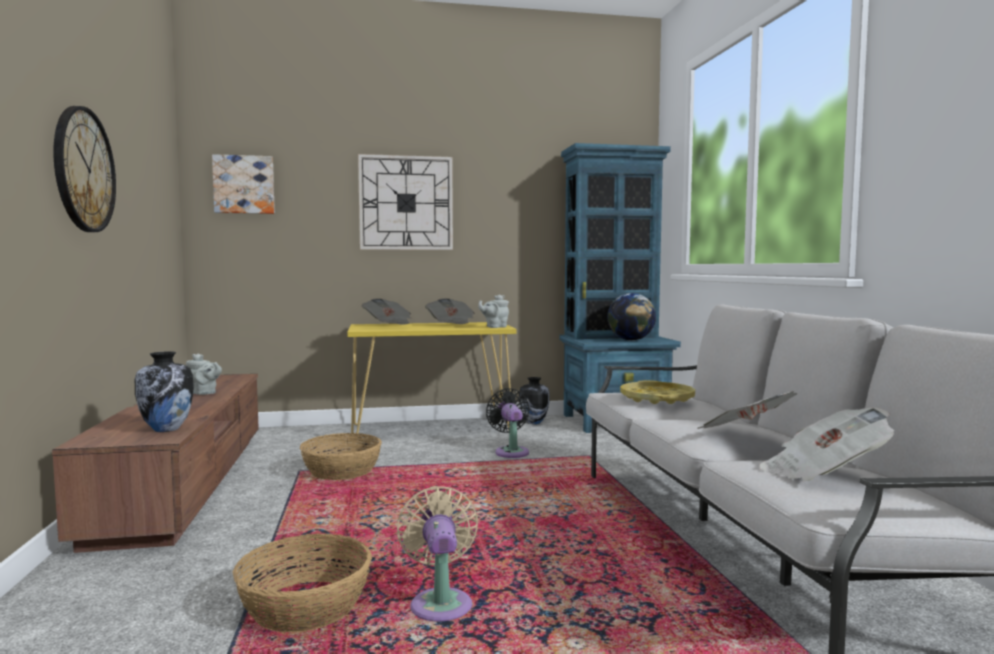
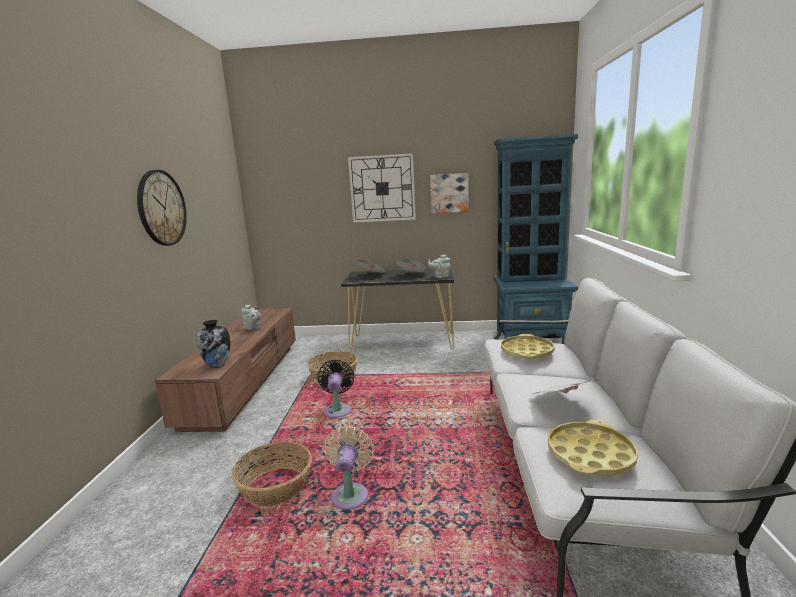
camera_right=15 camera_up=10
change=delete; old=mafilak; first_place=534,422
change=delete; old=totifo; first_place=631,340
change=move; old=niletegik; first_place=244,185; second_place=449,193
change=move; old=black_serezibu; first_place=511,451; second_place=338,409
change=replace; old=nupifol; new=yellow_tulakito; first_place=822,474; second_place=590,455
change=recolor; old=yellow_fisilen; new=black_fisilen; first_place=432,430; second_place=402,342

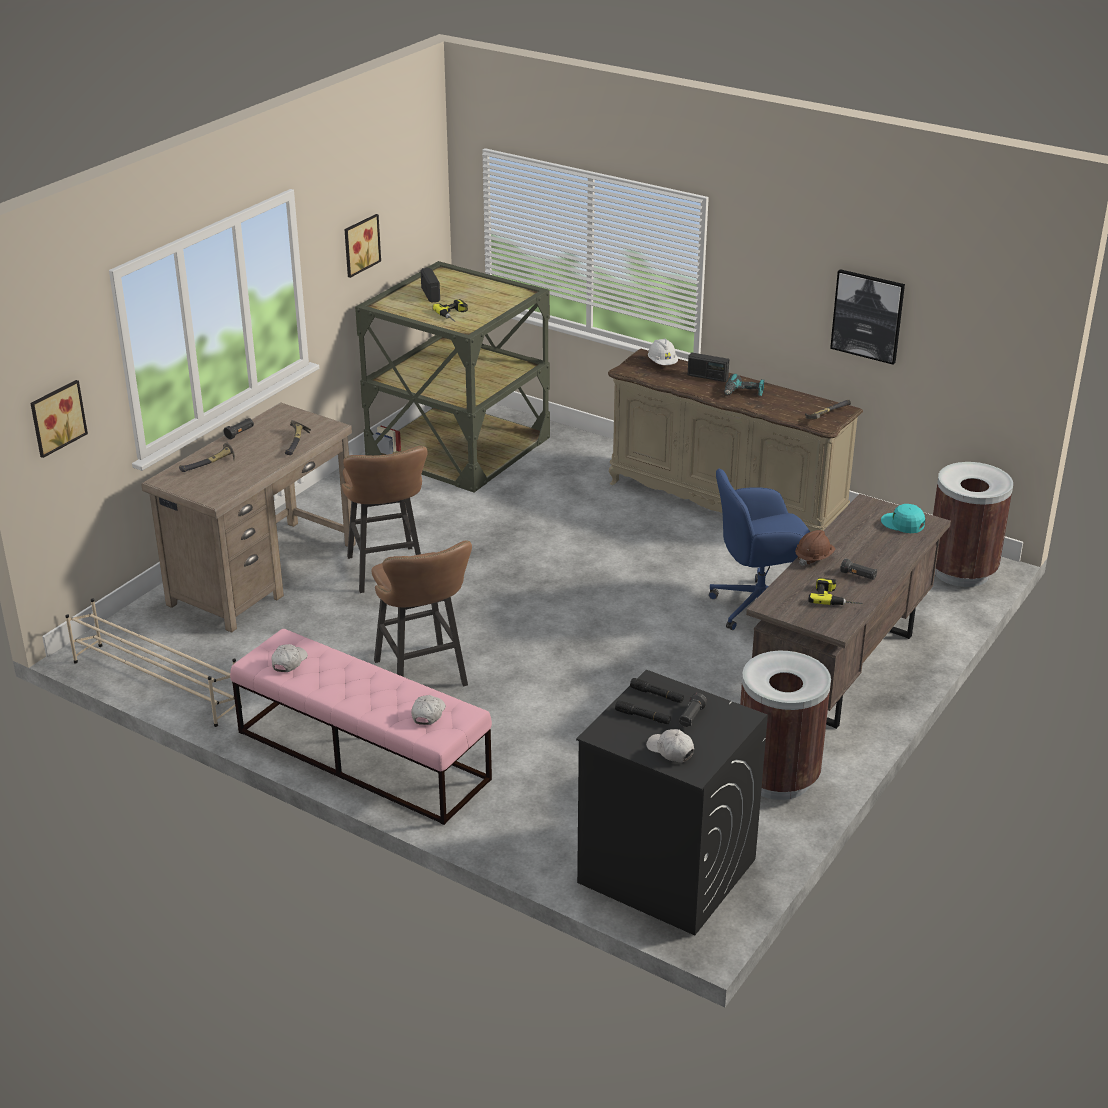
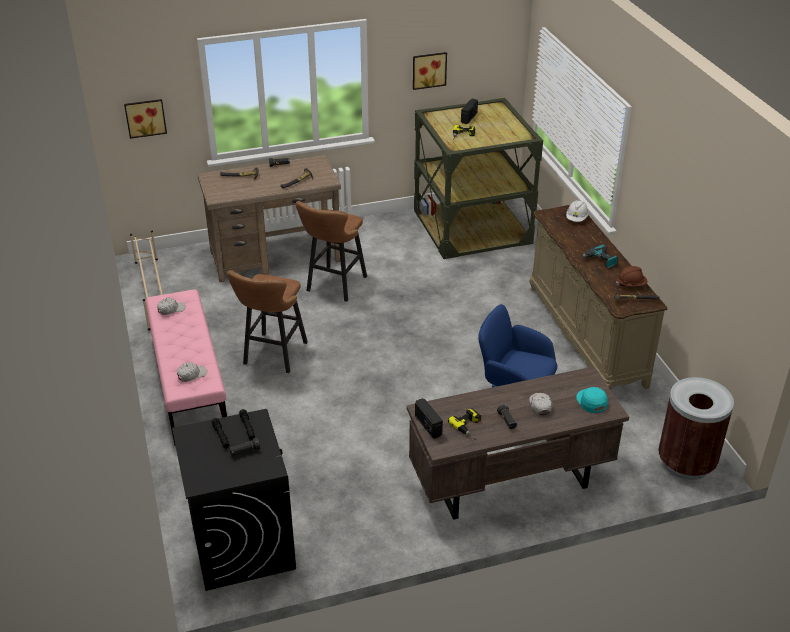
camera_right=40 camera_up=5
change=delete; old=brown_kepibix; first_place=777,778
change=delete; old=niletegik; first_place=868,316
change=move; old=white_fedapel; first_place=670,750; second_place=540,406
change=move; old=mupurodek; first_place=707,377; second_place=428,426
change=move; old=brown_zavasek; first_place=814,558; second_place=631,284

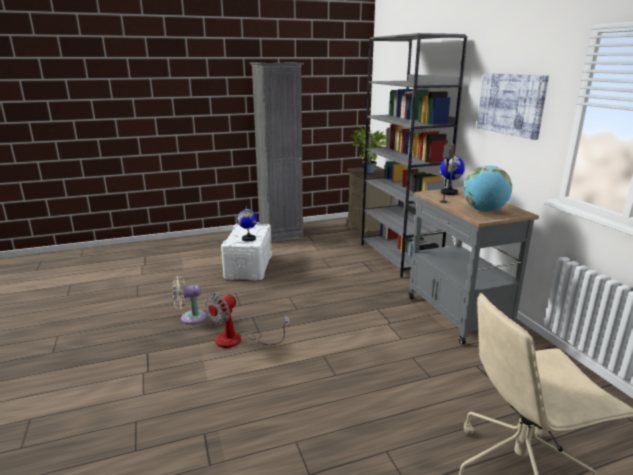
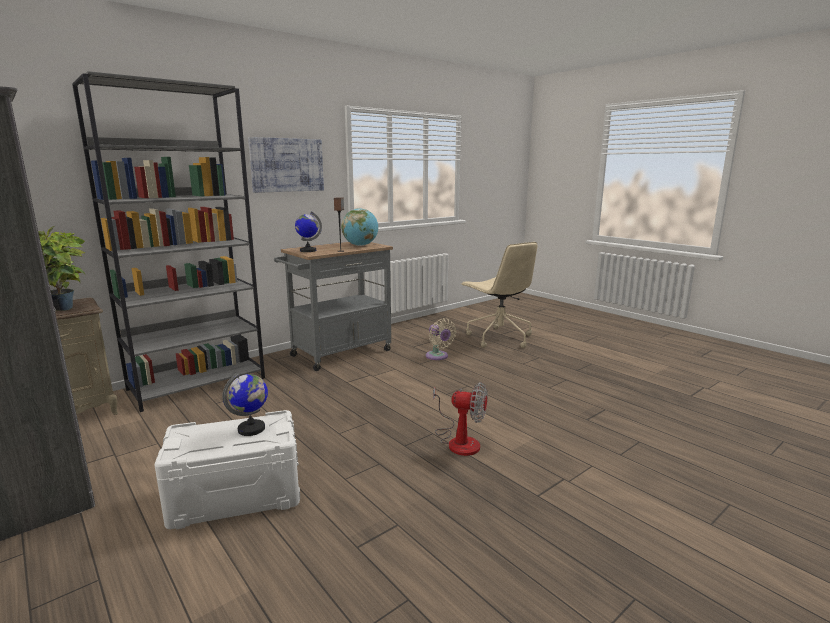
camera_right=-110 camera_up=-5
change=move; old=beige_serezibu; first_place=190,318; second_place=438,357

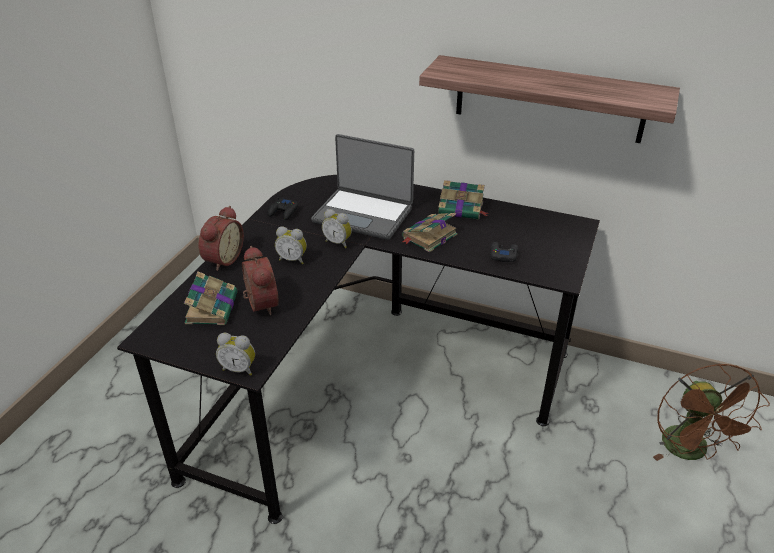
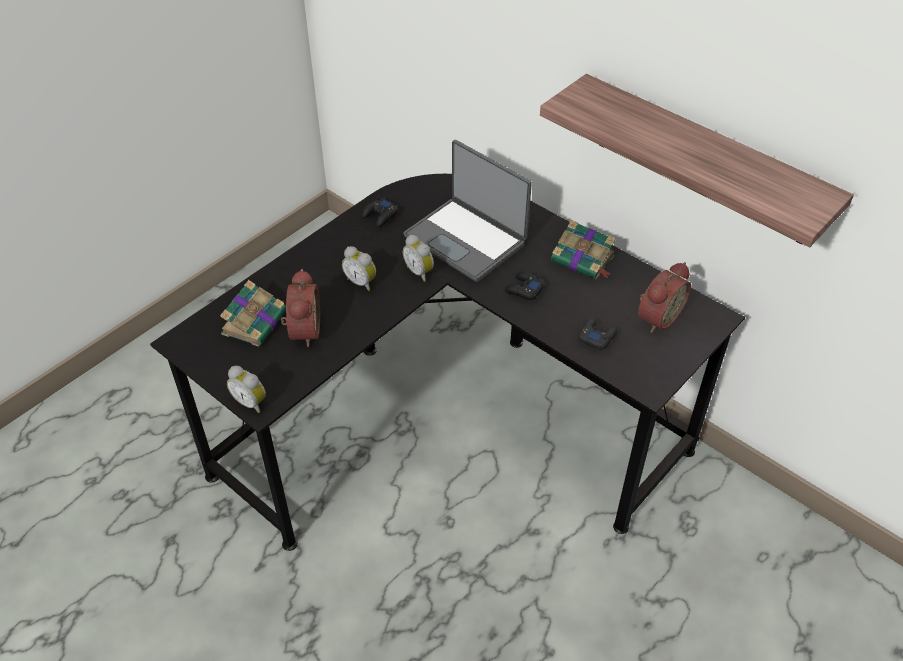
camera_right=20 camera_up=10
change=delete; old=brown_serezibu; first_place=690,452
change=move; old=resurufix; first_place=222,259; second_place=657,317
change=replace; old=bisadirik; new=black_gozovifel; first_place=428,237; second_place=524,289

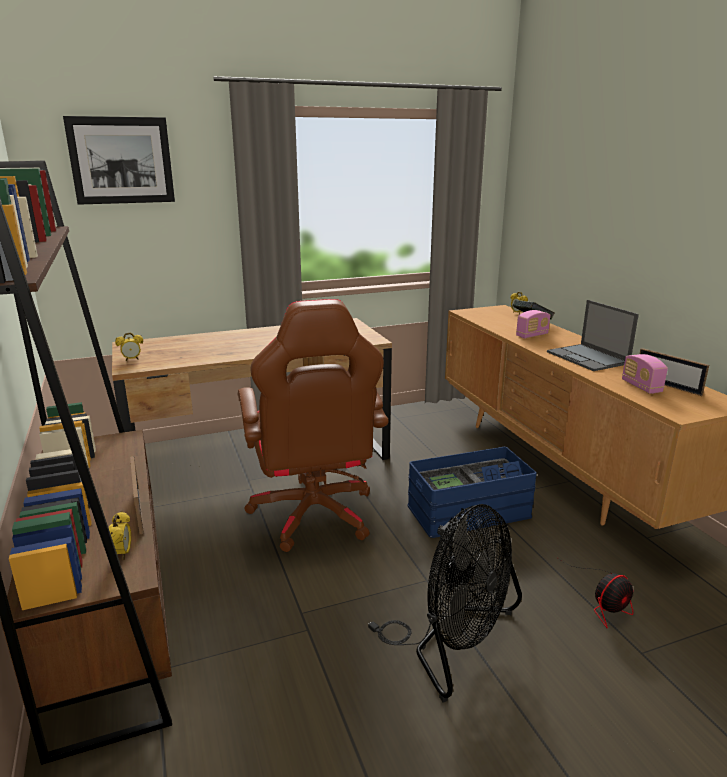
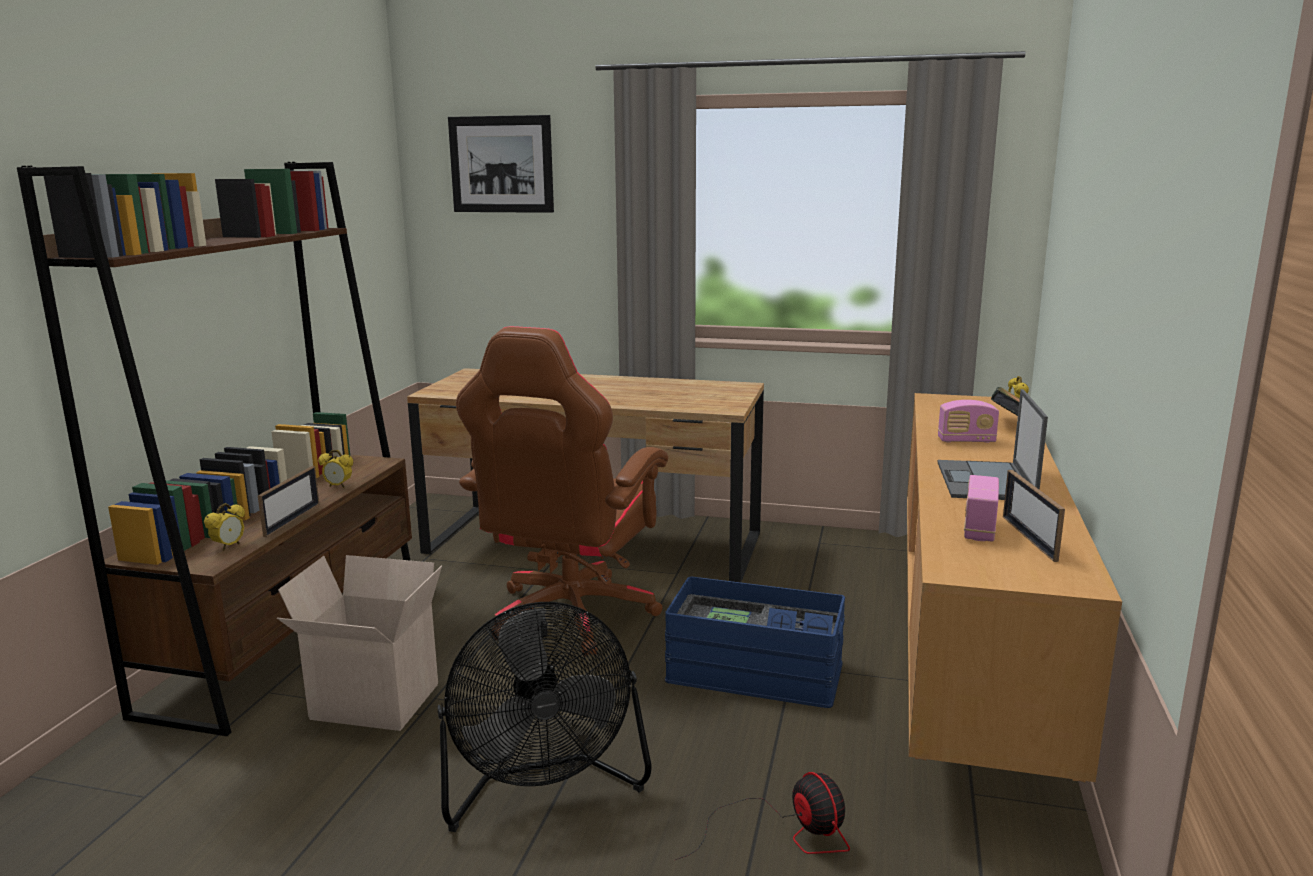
camera_right=35 camera_up=-5
change=insert; new=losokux; second_place=371,703
change=move; old=resurufix; first_place=132,359; second_place=338,486
change=rotate; old=serezibu; first_place=607,601; second_place=784,833; degrees=-120

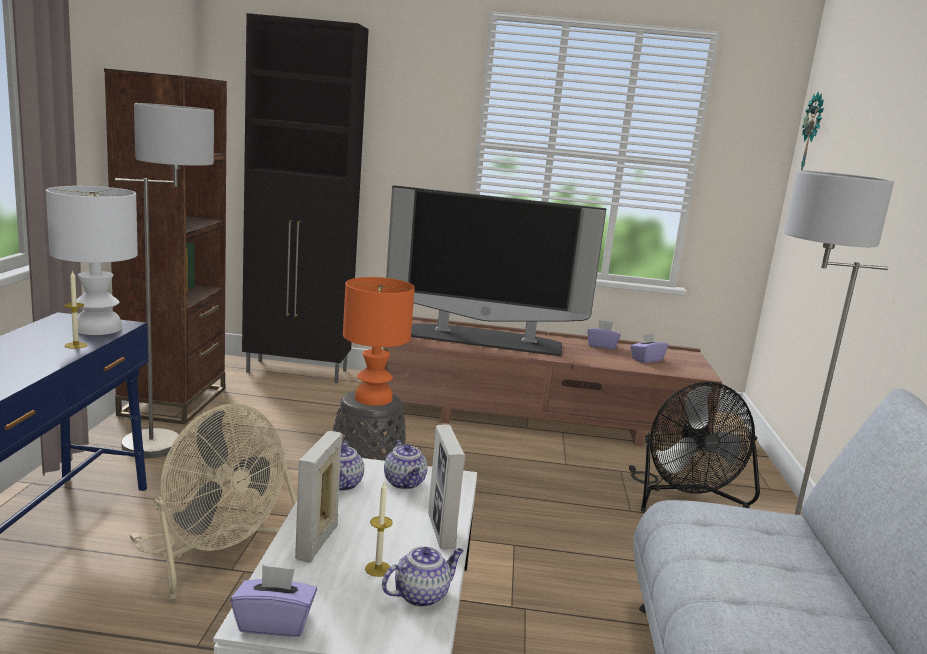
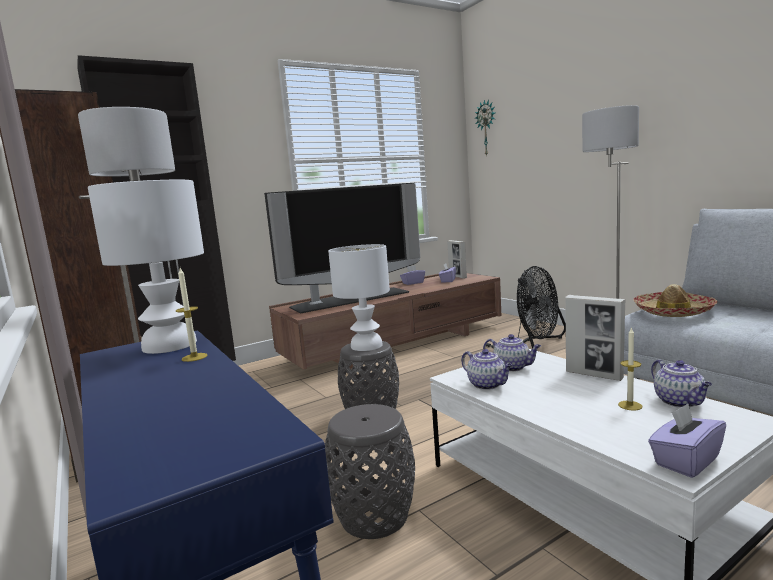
camera_right=-35 camera_up=-5
change=insert; new=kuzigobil; second_place=673,312
change=move; old=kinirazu; first_place=317,542; second_place=458,277
change=replace; old=beige_serezibu; new=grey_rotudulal; first_place=211,554; second_place=374,516
change=recolor; old=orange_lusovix; new=white_lusovix; first_place=372,398; second_place=366,346
change=rotate; old=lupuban; first_place=422,595; second_place=680,402; degrees=150

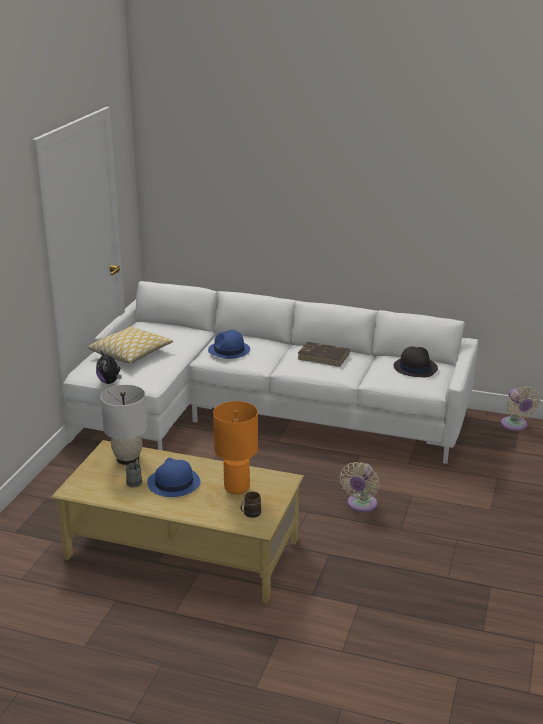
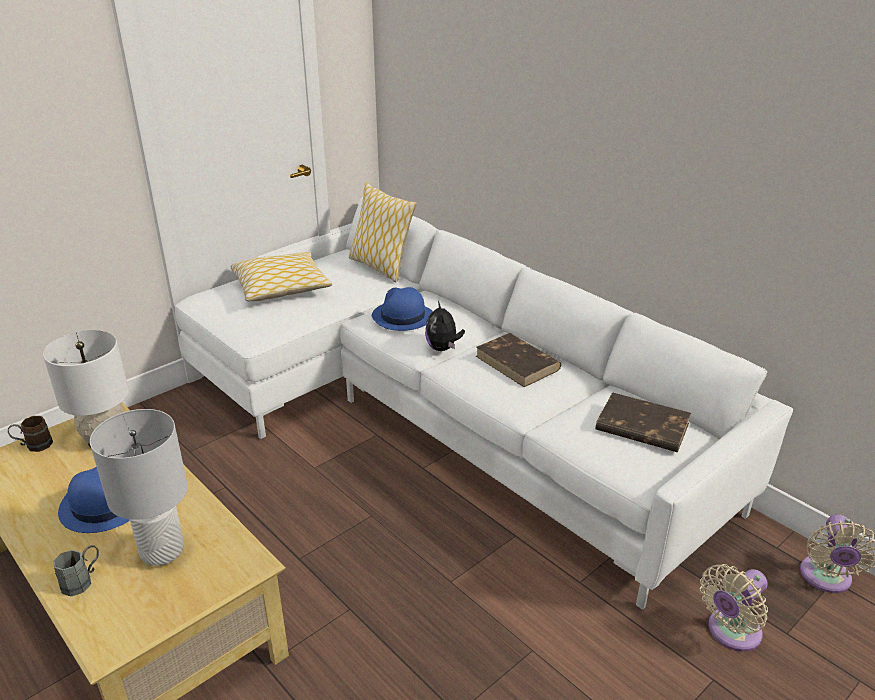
camera_right=30 camera_up=5
change=insert; new=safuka; second_place=381,267
change=move; old=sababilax; first_place=109,382; second_place=443,348
change=move; old=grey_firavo; first_place=135,480; second_place=83,580
change=move; old=brown_firavo; first_place=249,514; second_place=33,446
change=move; old=beige_serezibu; first_place=360,505; second_place=730,633
change=replace; old=black_kuzigobil; new=brown_bisadirik; first_place=415,367; second_place=641,427
change=recolor; old=orange_lusovix; new=grey_lusovix; first_place=237,489; second_place=163,554

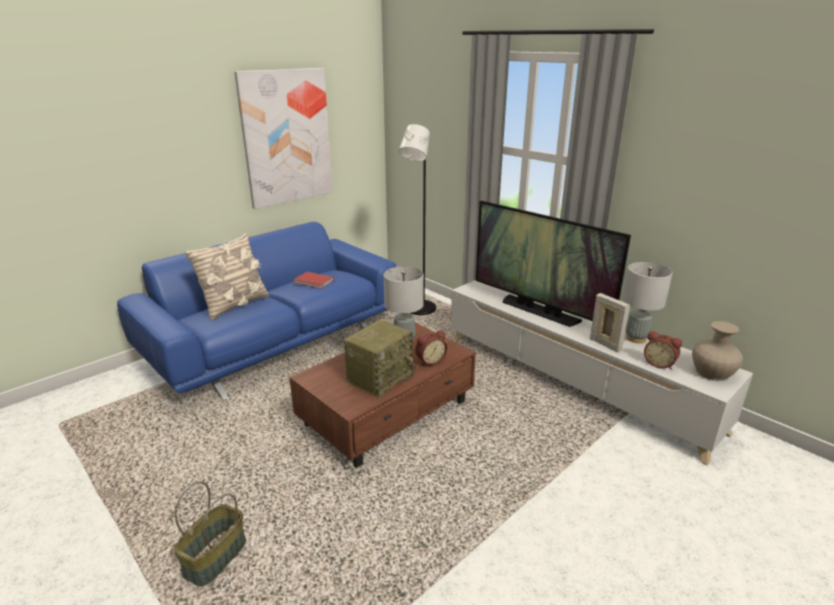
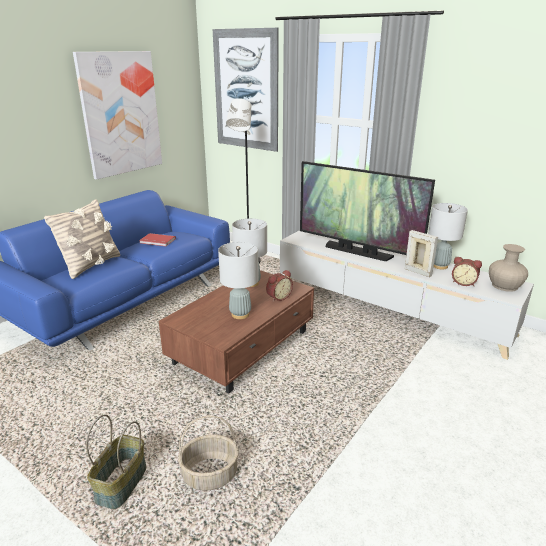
camera_right=-10 camera_up=0
change=insert; new=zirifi; second_place=209,475
change=insert; new=niletegik; second_place=246,90
change=replace; old=mupurodek; new=grey_lusovix; first_place=380,378; second_place=240,314

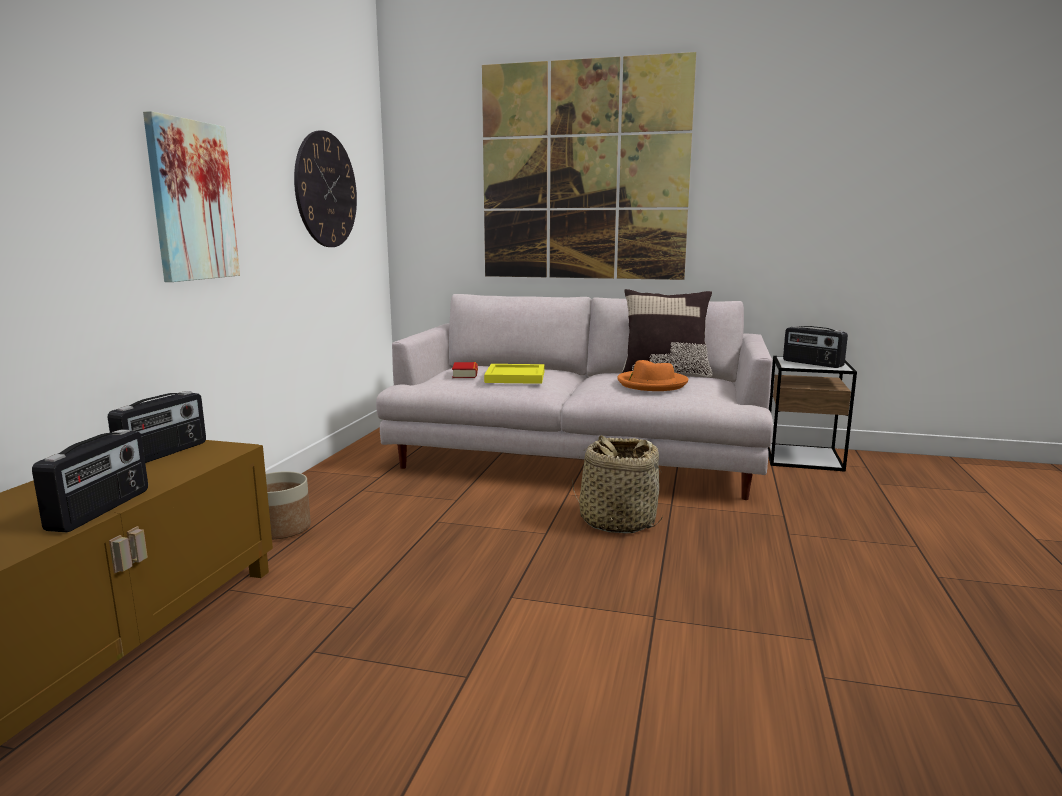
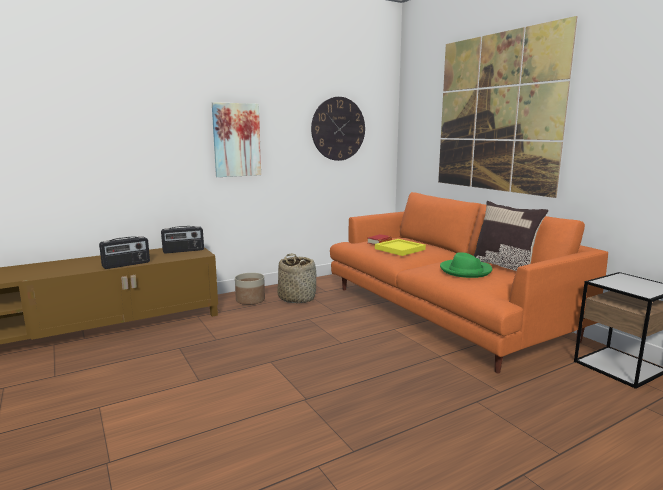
camera_right=45 camera_up=0
change=delete; old=mupurodek; first_place=812,363
change=move; old=zirifi; first_place=617,521; second_place=297,298
change=recolor; old=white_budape; new=orange_budape; first_place=578,457; second_place=444,312
change=recolor; old=orange_kuzigobil; new=green_kuzigobil; first_place=651,384; second_place=465,271

